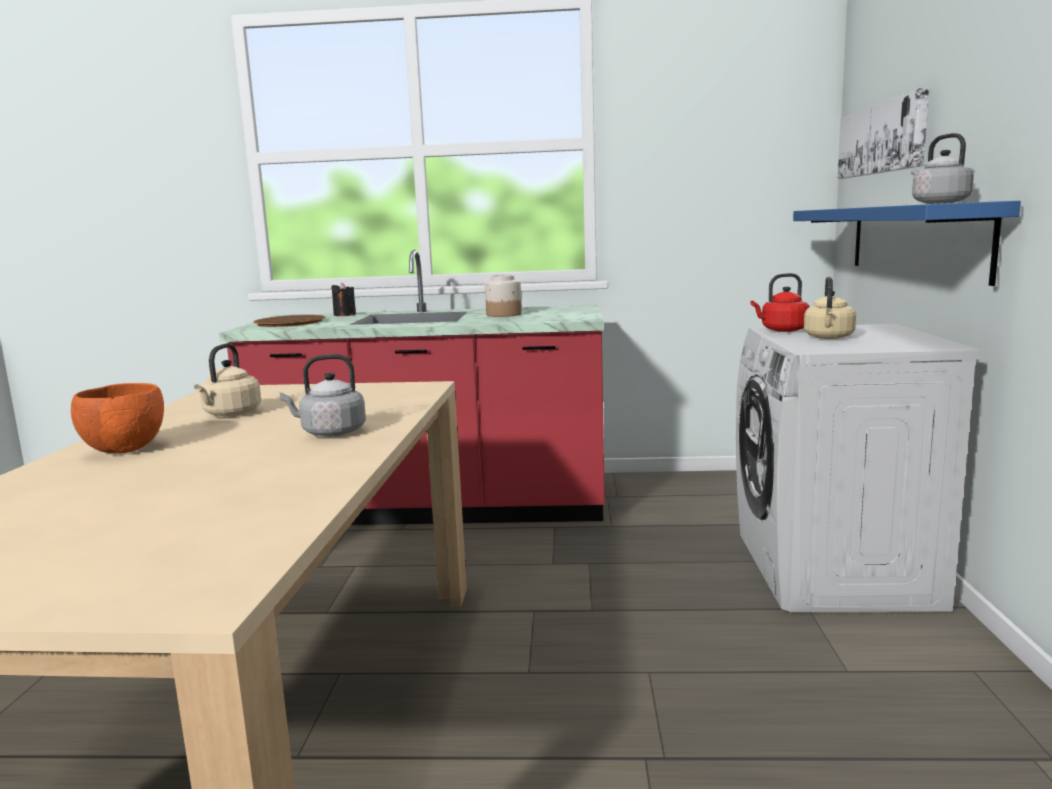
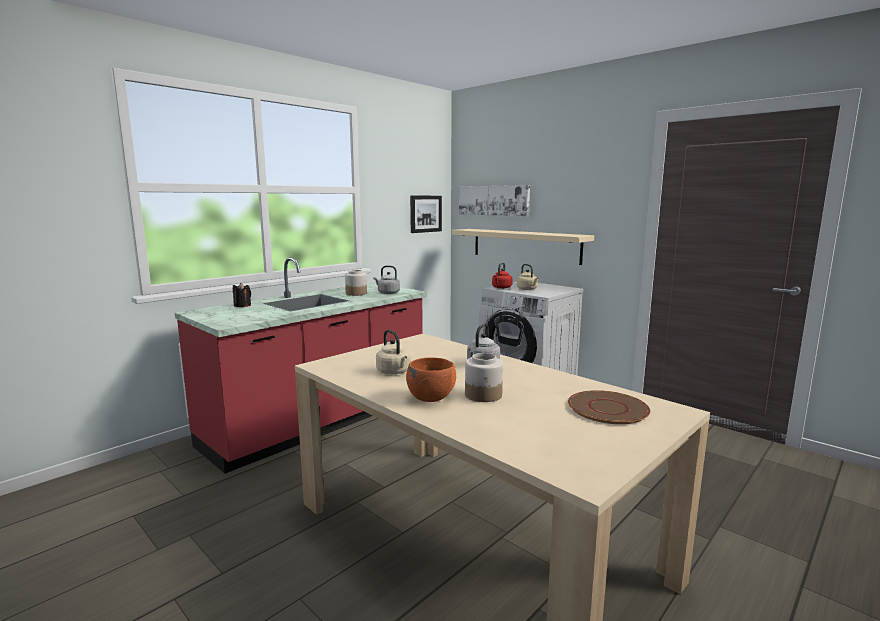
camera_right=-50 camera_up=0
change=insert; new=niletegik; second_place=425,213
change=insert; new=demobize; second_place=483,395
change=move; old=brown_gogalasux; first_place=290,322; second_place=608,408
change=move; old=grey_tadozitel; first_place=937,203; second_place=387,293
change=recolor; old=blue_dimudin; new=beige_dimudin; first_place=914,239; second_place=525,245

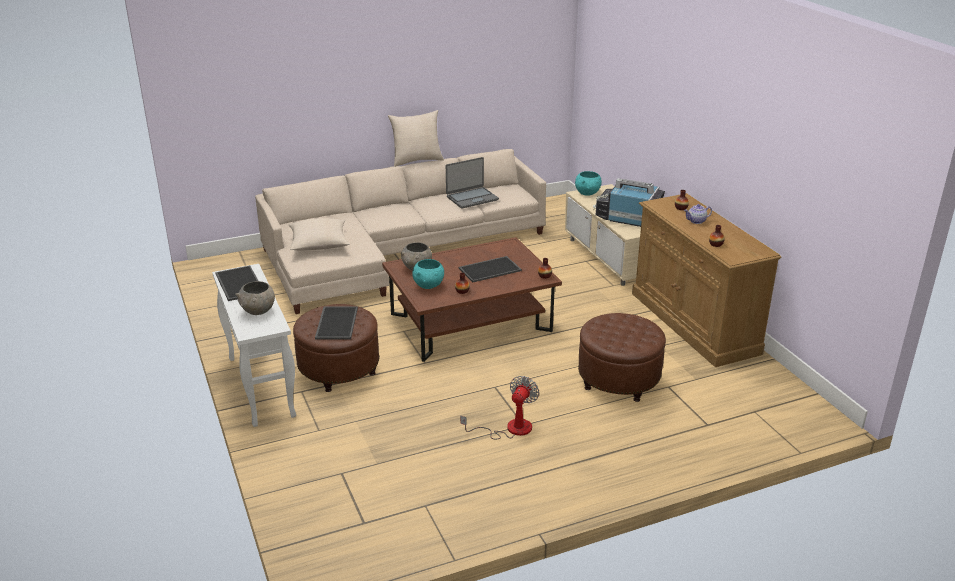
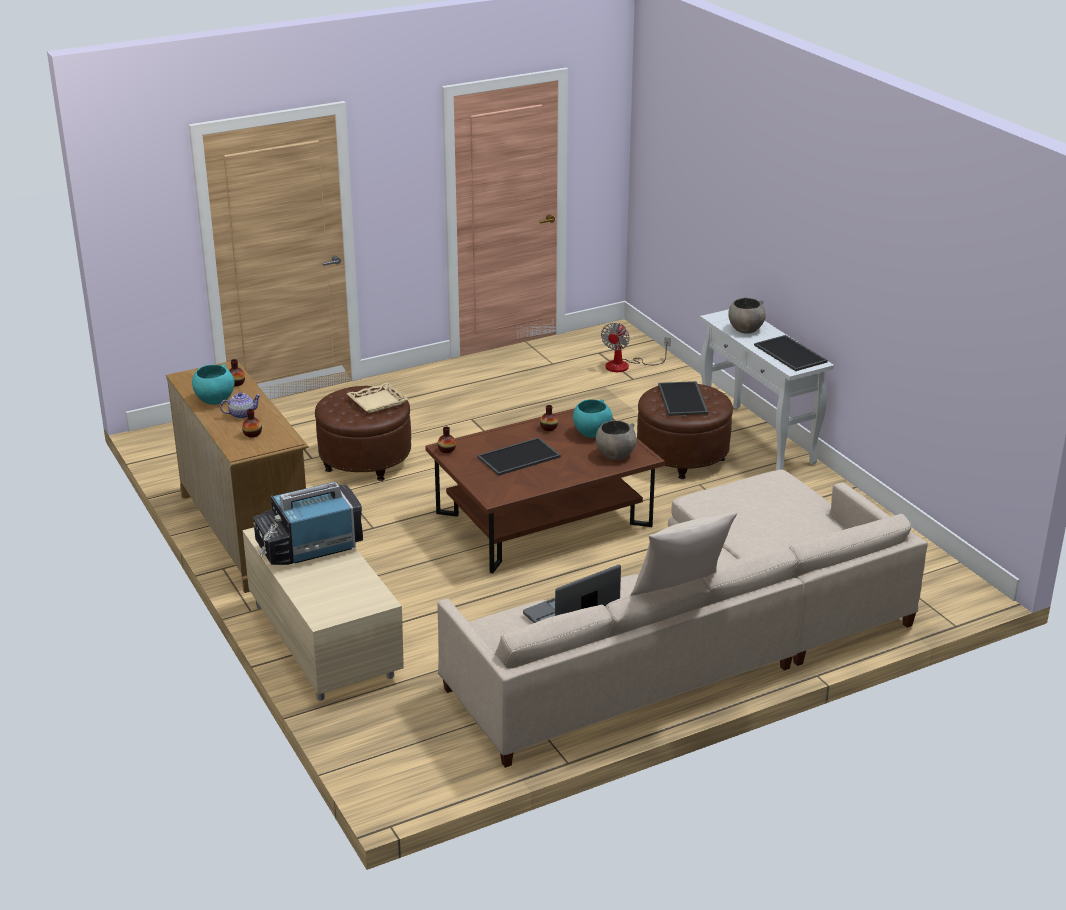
camera_right=175 camera_up=0
change=delete; old=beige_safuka; first_place=319,244
change=insert; new=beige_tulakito; second_place=377,402
change=move; old=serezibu; first_place=510,429; second_place=625,366
change=move; old=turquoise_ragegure; first_place=587,193; second_place=214,400
change=rotate; old=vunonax; first_place=628,219; second_place=309,547; degrees=135

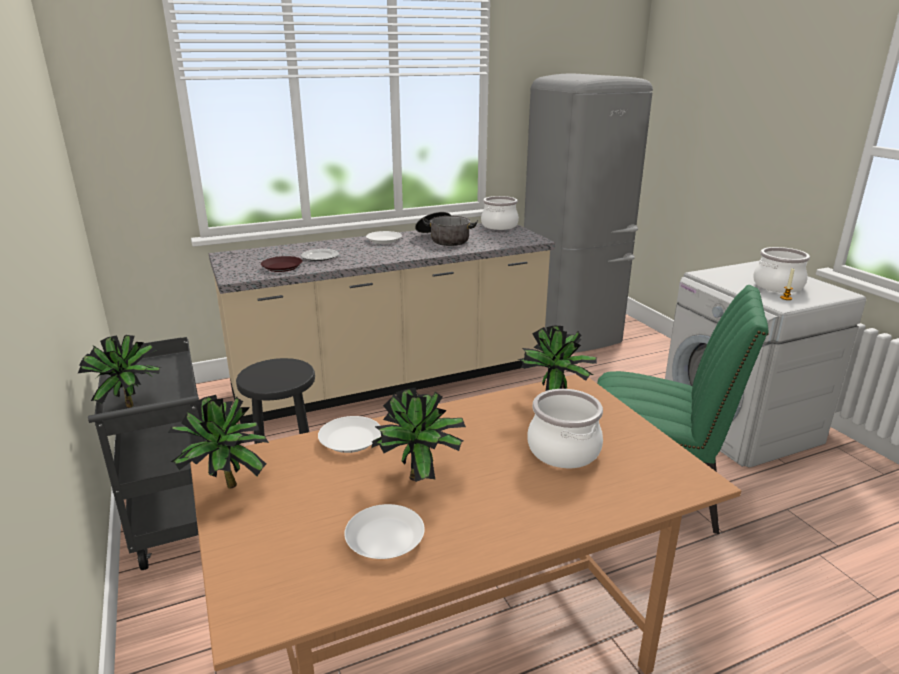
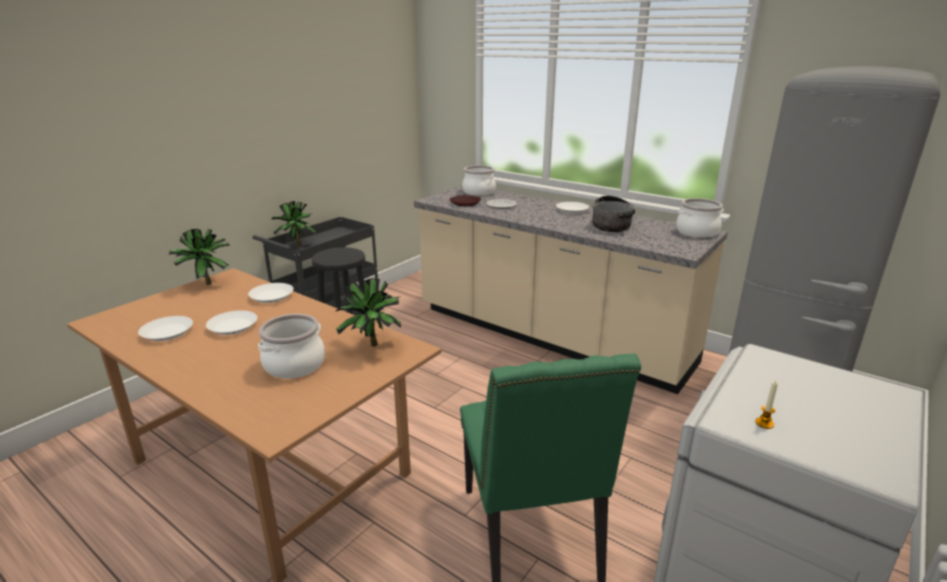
camera_right=60 camera_up=0
change=move; old=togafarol; first_place=778,286; second_place=478,192
change=replace; old=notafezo; new=white_gogalasux; first_place=421,479; second_place=233,327

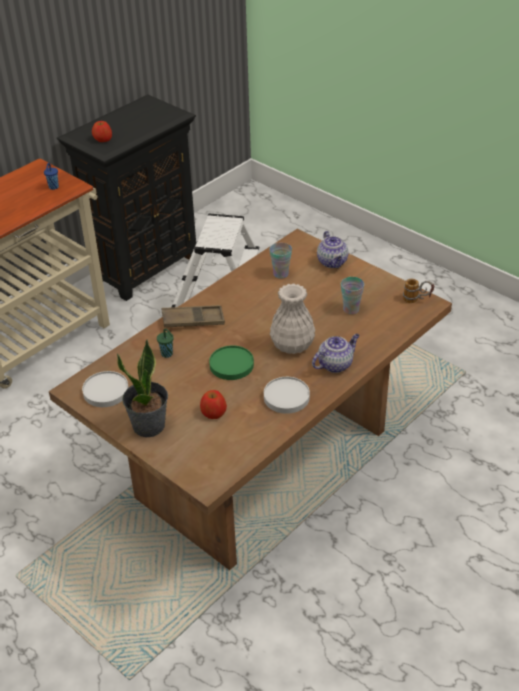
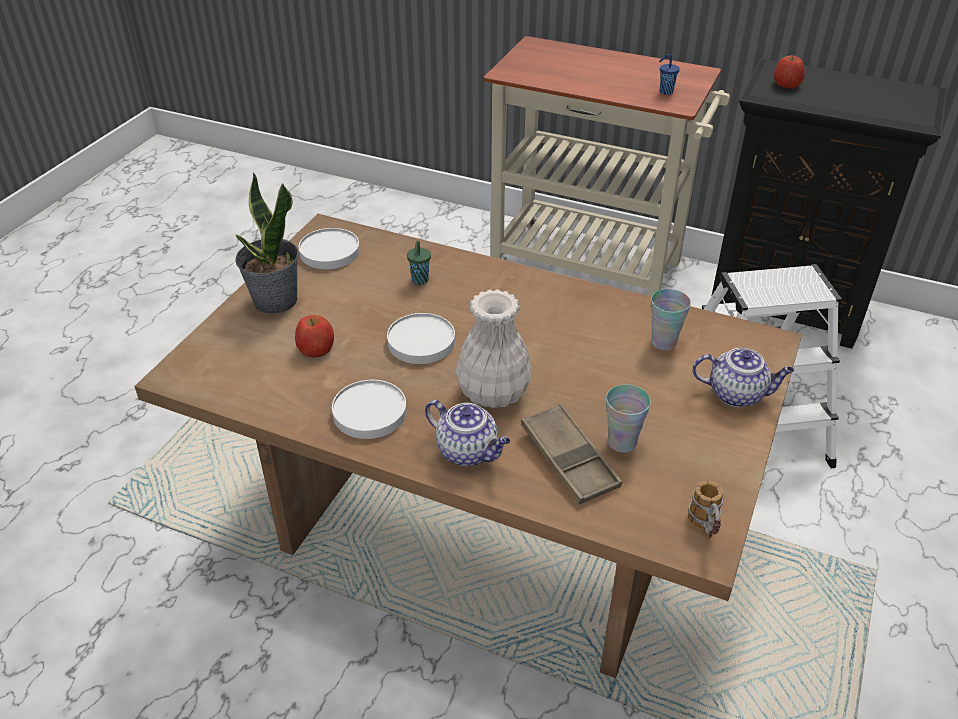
camera_right=70 camera_up=0
change=move; old=brown_tulakito; first_place=193,320; second_place=569,459
change=recolor; old=green_gogalasux; new=white_gogalasux; first_place=231,364; second_place=421,341
change=rotate; old=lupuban; first_place=333,262; second_place=737,394; degrees=-135

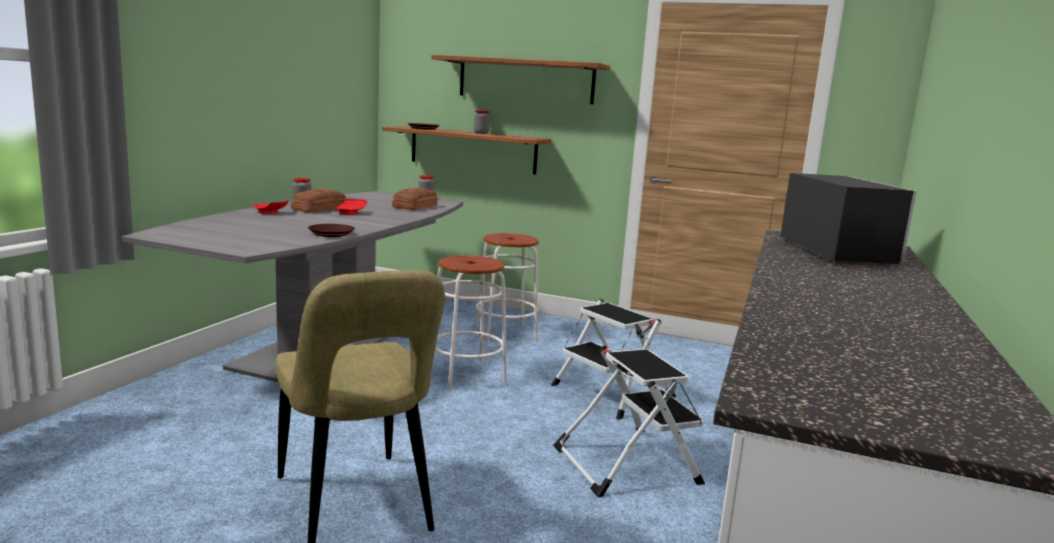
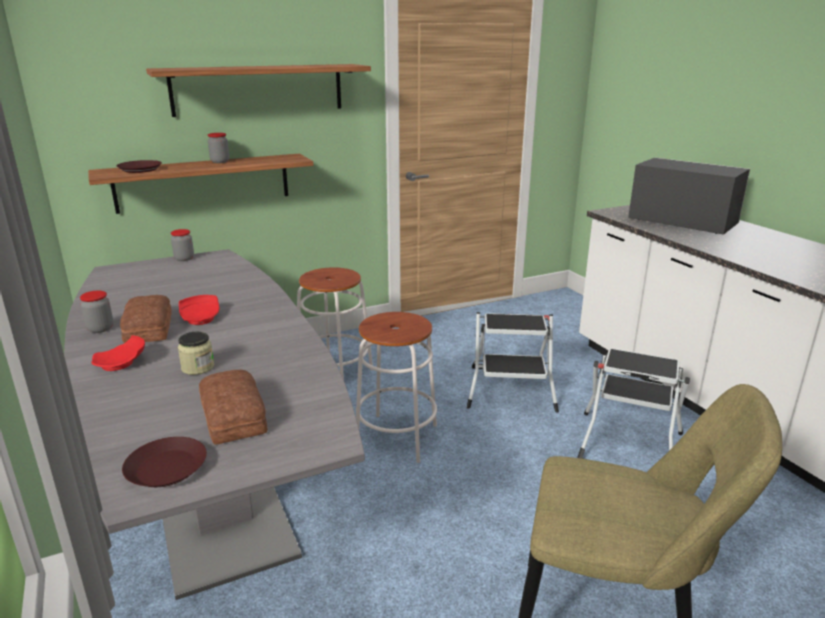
camera_right=-45 camera_up=10
change=insert; new=demobize; second_place=198,367
change=move; old=brown_gogalasux; first_place=331,234; second_place=166,469
change=move; old=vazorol; first_place=416,206; second_place=235,415

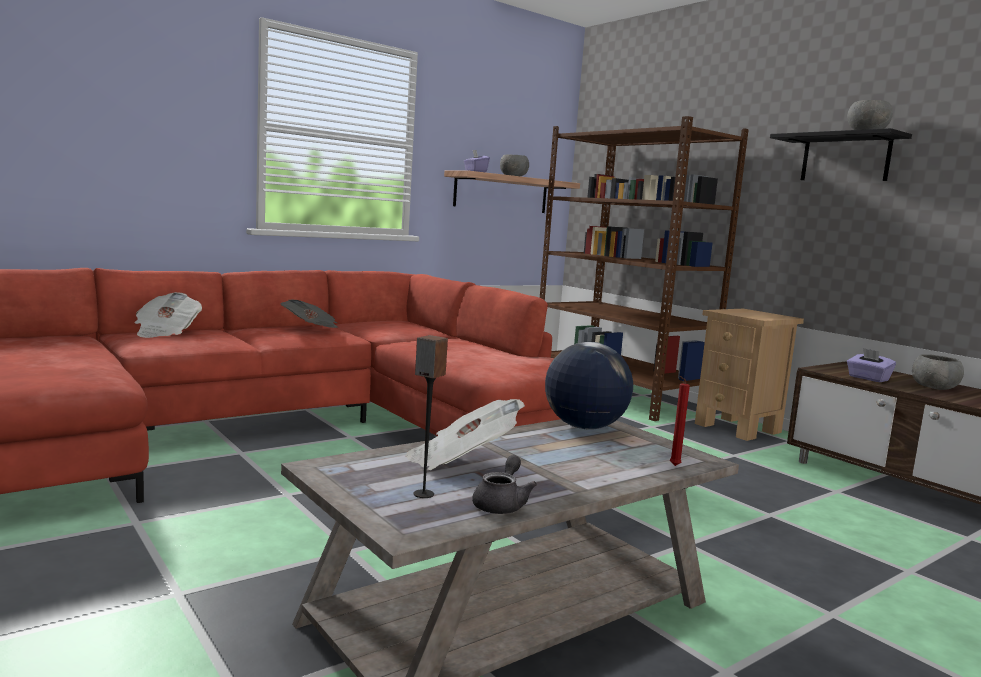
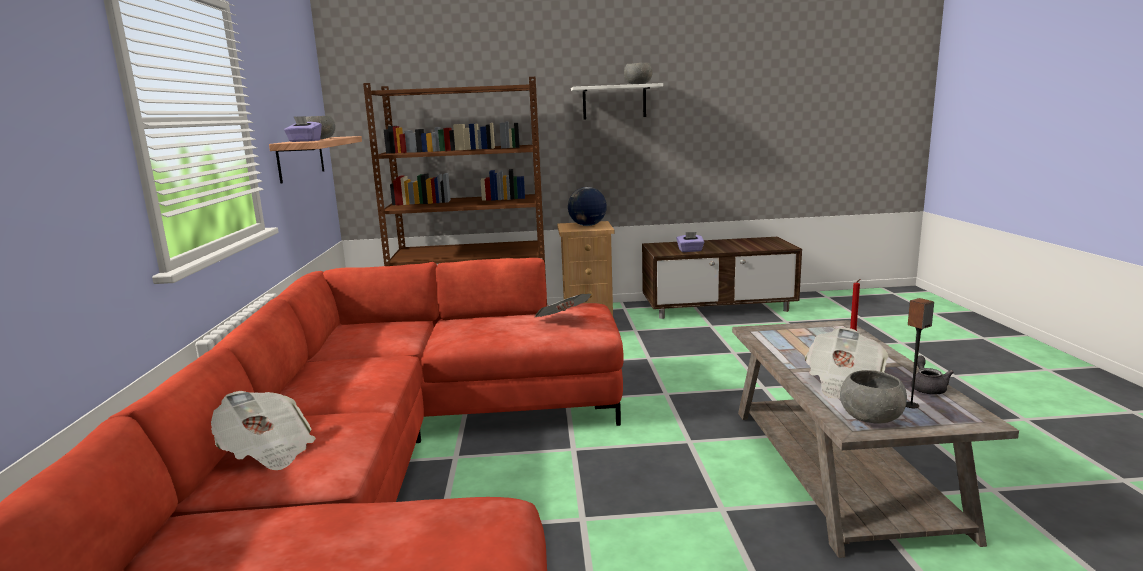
camera_right=-55 camera_up=5
change=move; old=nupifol; first_place=311,330; second_place=562,321
change=move; old=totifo; first_place=584,427; second_place=587,225
change=move; old=grey_ragegure; first_place=933,388; second_place=870,418
change=recolor; old=black_dimudin; new=white_dimudin; first_place=845,158; second_place=614,102
change=rotate; old=grey_lupuban; first_place=501,504; second_place=927,387; degrees=45

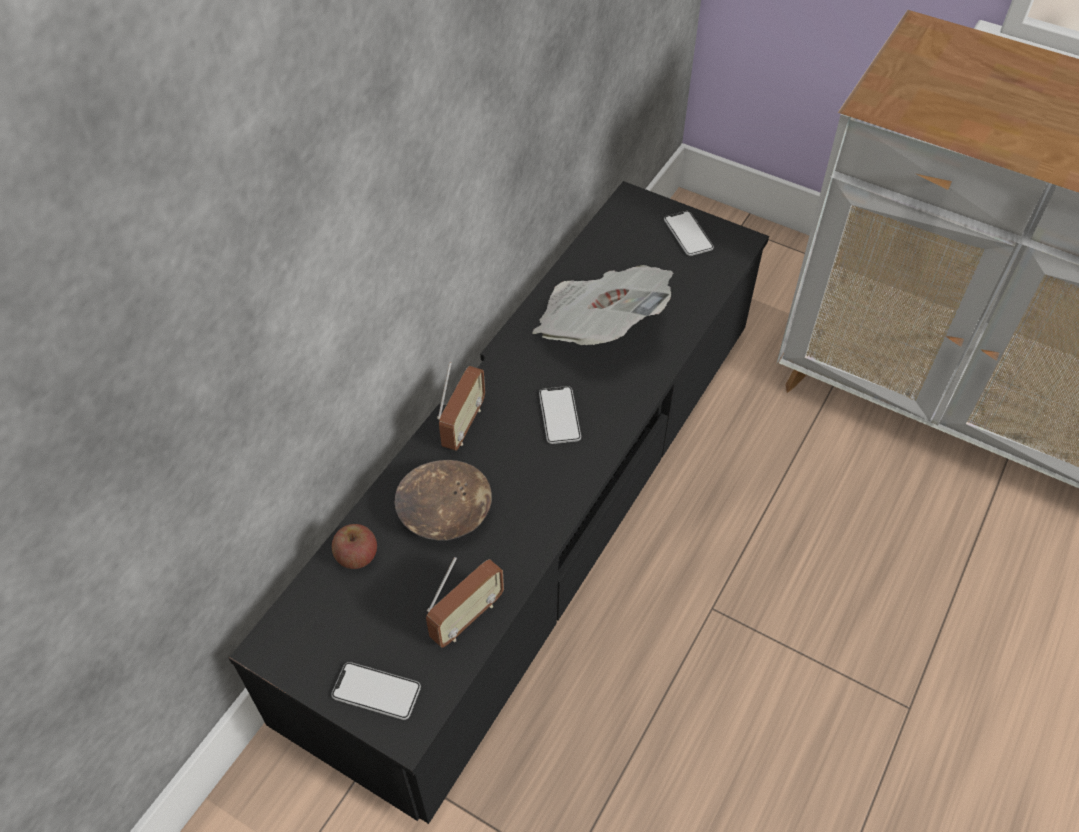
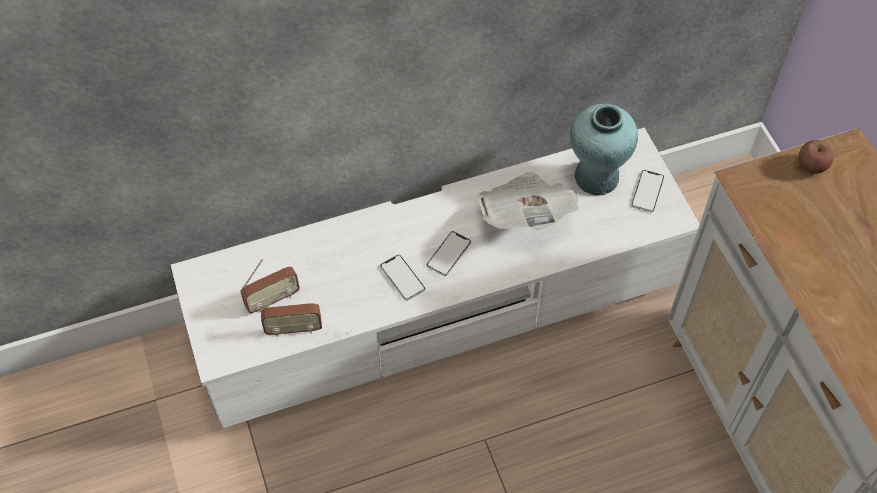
camera_right=40 camera_up=5
change=delete; old=brown_ragegure; first_place=445,511
change=insert; new=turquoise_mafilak; second_place=596,177
change=move; old=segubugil; first_place=376,691; second_place=402,278
change=move; old=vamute; first_place=357,556; second_place=811,165
change=move; old=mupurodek; first_place=463,425; second_place=272,300
change=recolor; old=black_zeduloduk; new=white_zeduloduk; first_place=538,512; second_place=439,310

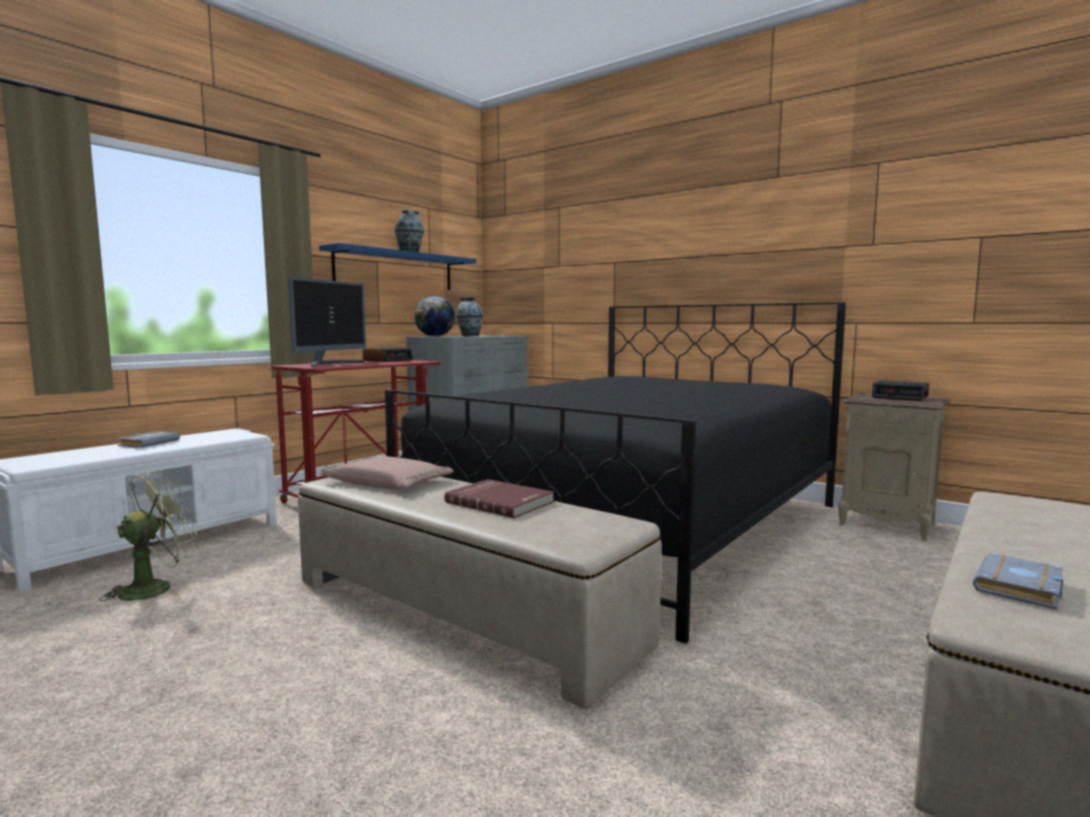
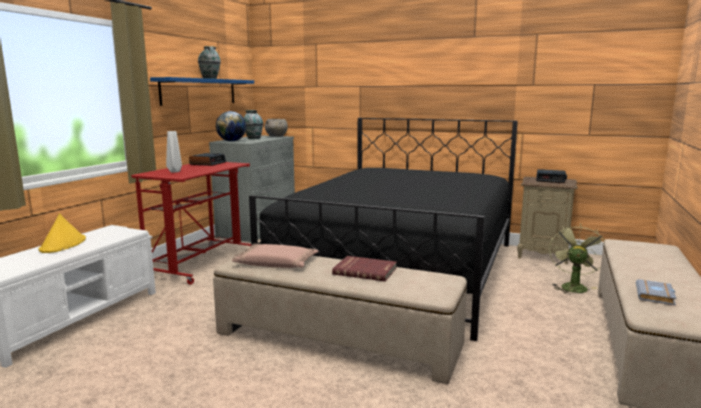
camera_right=-15 camera_up=5
change=insert; new=grey_ragegure; second_place=276,136
change=move; old=green_serezibu; first_place=156,588; second_place=572,286
change=replace; old=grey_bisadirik; new=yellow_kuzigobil; first_place=149,443; second_place=63,245
change=replace; old=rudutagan; new=grey_mafilak; first_place=329,364; second_place=175,171

